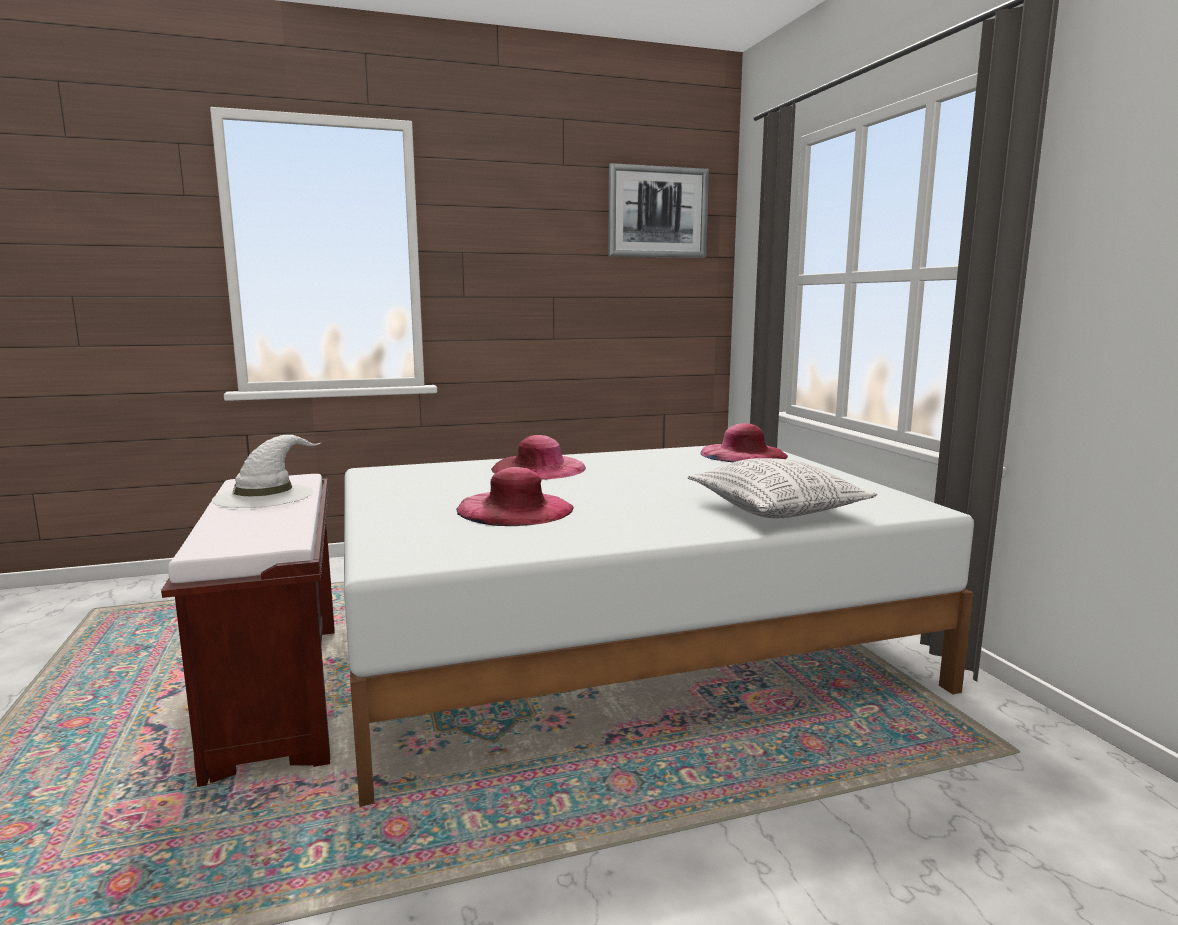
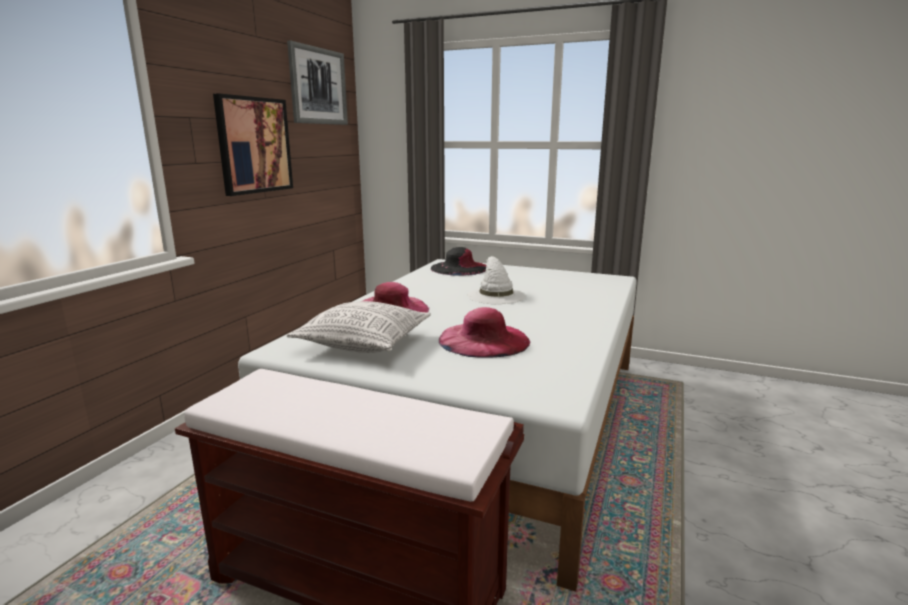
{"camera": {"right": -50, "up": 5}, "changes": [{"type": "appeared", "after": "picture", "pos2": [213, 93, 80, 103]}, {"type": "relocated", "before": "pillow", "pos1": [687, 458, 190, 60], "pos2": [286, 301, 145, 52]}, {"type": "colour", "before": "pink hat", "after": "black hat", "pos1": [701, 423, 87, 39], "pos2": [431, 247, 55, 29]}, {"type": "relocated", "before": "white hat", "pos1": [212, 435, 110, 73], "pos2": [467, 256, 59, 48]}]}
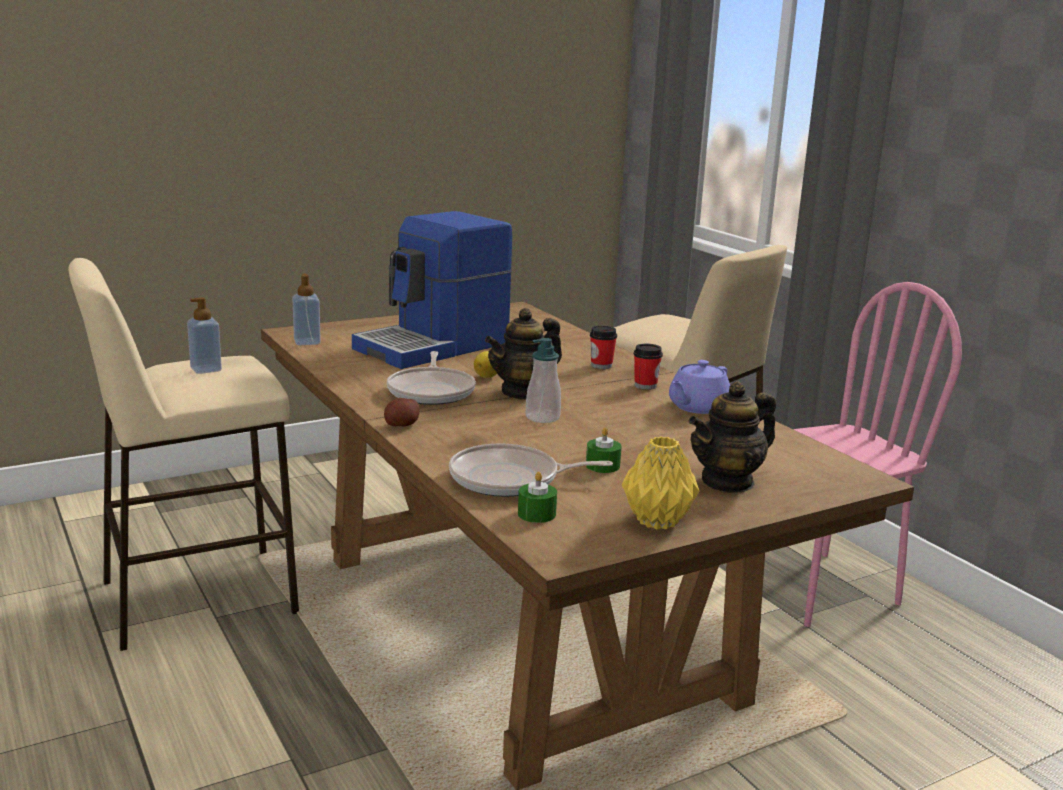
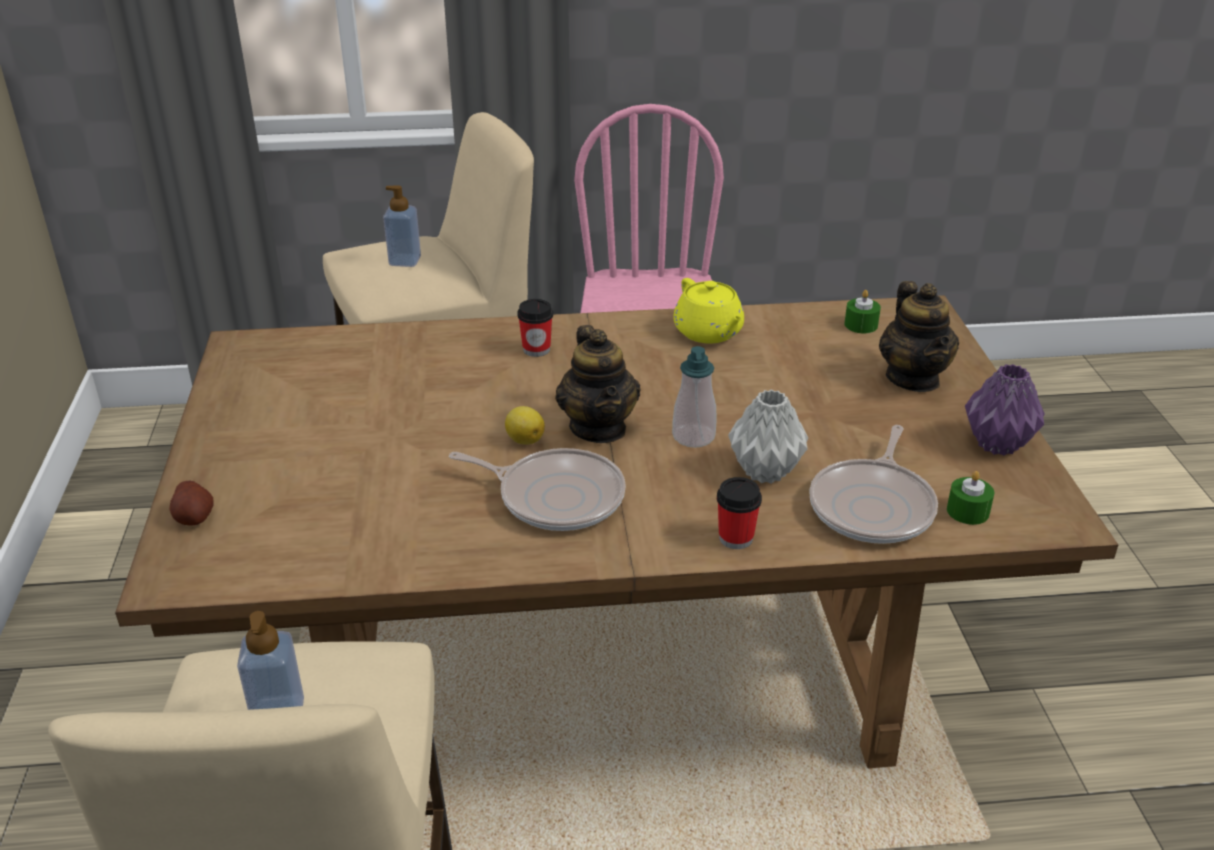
{"camera": {"right": -65, "up": 15}, "changes": [{"type": "relocated", "before": "potato", "pos1": [384, 398, 36, 29], "pos2": [170, 481, 44, 45]}, {"type": "relocated", "before": "soap dispenser", "pos1": [292, 273, 29, 72], "pos2": [383, 185, 38, 82]}, {"type": "colour", "before": "purple teapot", "after": "yellow teapot", "pos1": [669, 360, 61, 54], "pos2": [673, 278, 71, 66]}, {"type": "relocated", "before": "cup", "pos1": [634, 344, 29, 46], "pos2": [717, 477, 45, 72]}, {"type": "appeared", "after": "grey vase", "pos2": [728, 389, 80, 95]}, {"type": "relocated", "before": "green candle", "pos1": [586, 427, 36, 46], "pos2": [844, 290, 37, 43]}, {"type": "colour", "before": "yellow vase", "after": "purple vase", "pos1": [622, 436, 77, 94], "pos2": [965, 364, 80, 92]}, {"type": "missing", "before": "coffee machine", "pos1": [352, 211, 160, 158]}]}
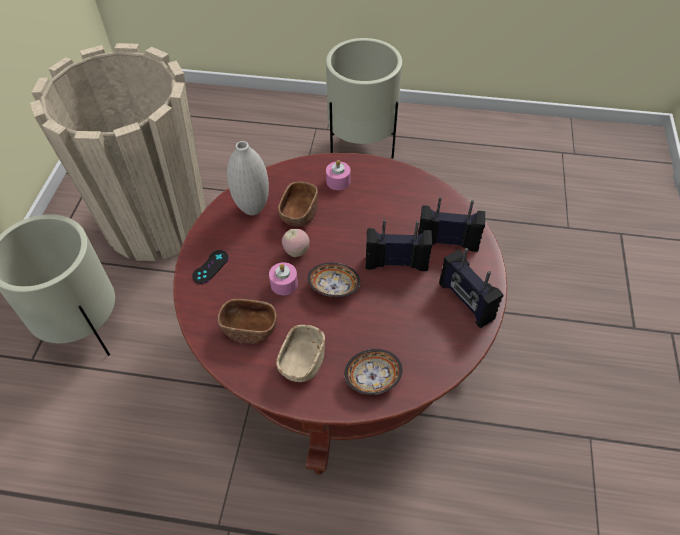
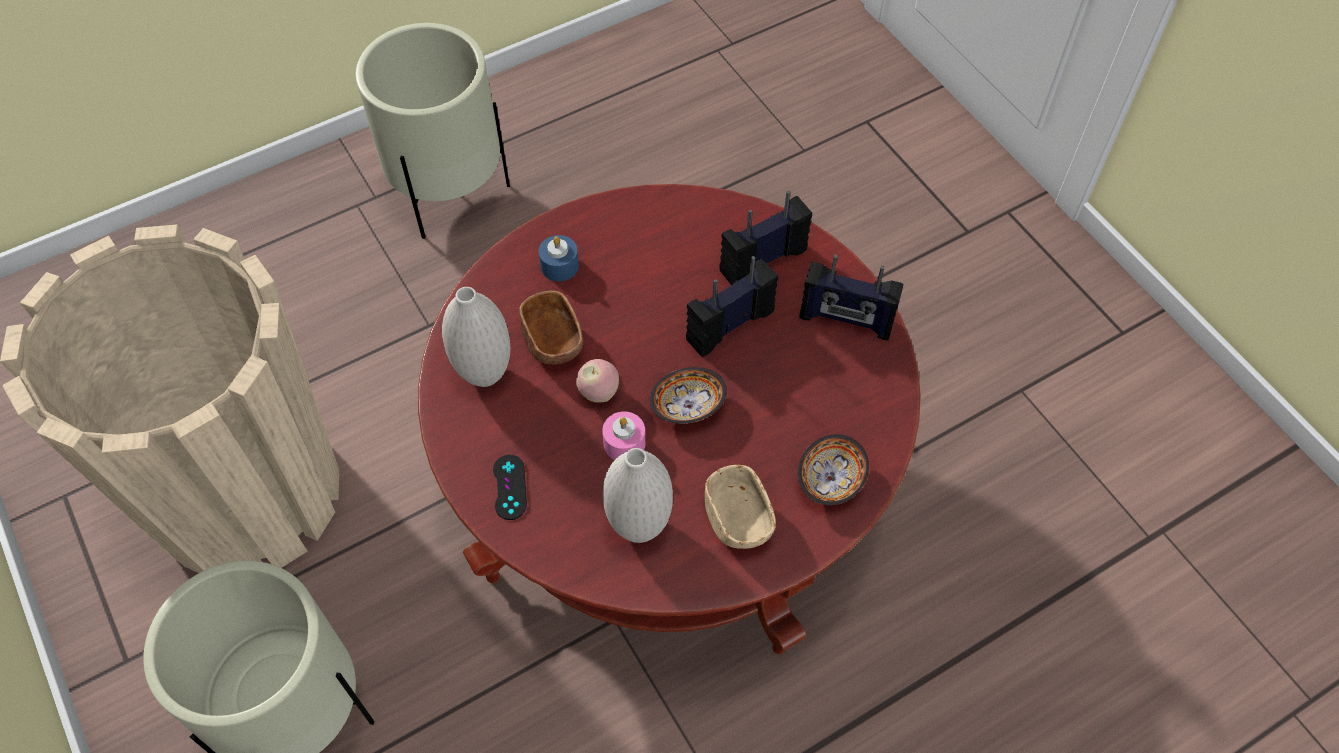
{"camera": {"right": -40, "up": 5}, "changes": [{"type": "colour", "before": "pink candle", "after": "blue candle", "pos1": [326, 160, 25, 30], "pos2": [538, 235, 41, 47]}, {"type": "exchanged", "before": "brown bowl", "after": "white vase", "pos1": [218, 299, 59, 45], "pos2": [603, 448, 70, 95]}]}
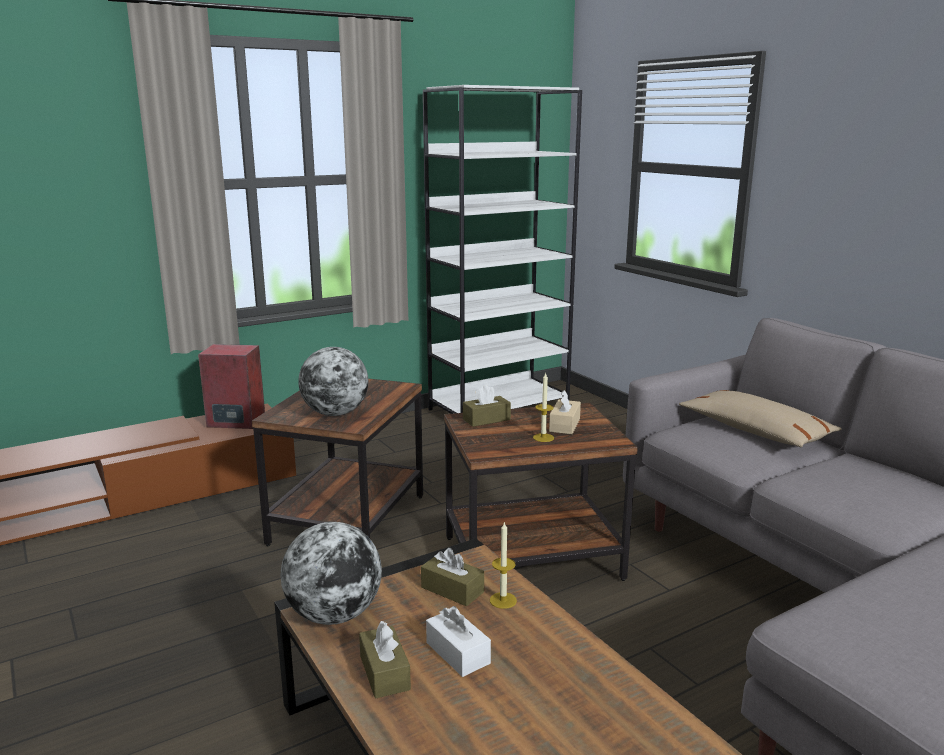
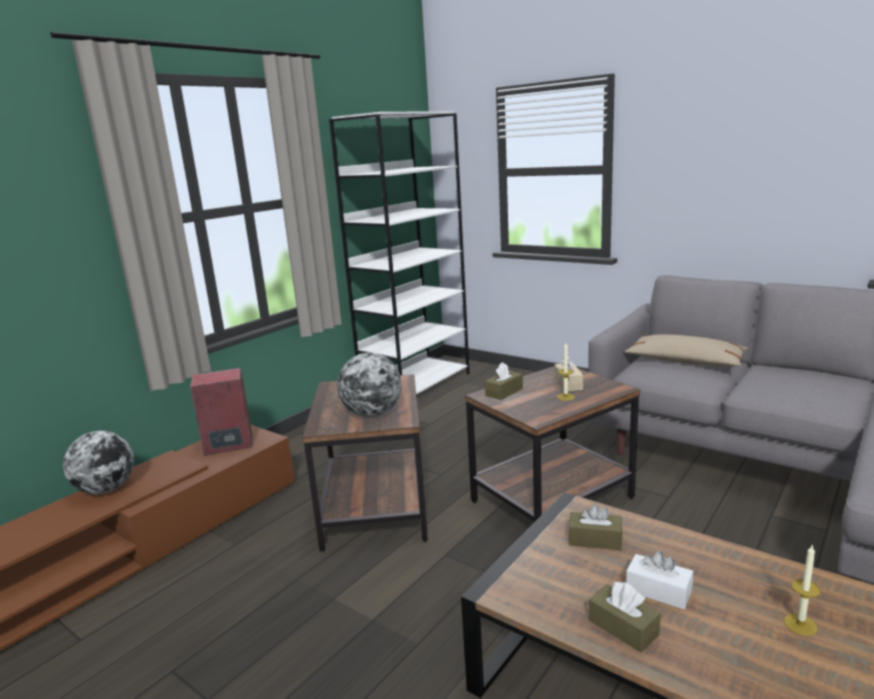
{"camera": {"right": -20, "up": 0}, "changes": [{"type": "relocated", "before": "globe", "pos1": [281, 522, 101, 103], "pos2": [63, 431, 71, 63]}, {"type": "relocated", "before": "candle", "pos1": [490, 522, 27, 87], "pos2": [784, 544, 37, 92]}]}
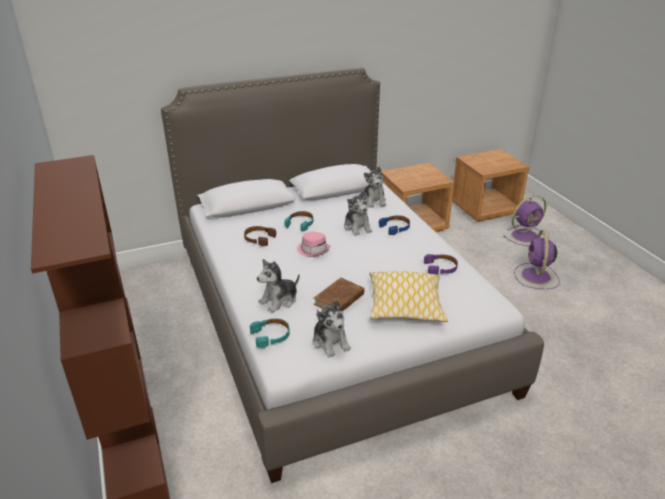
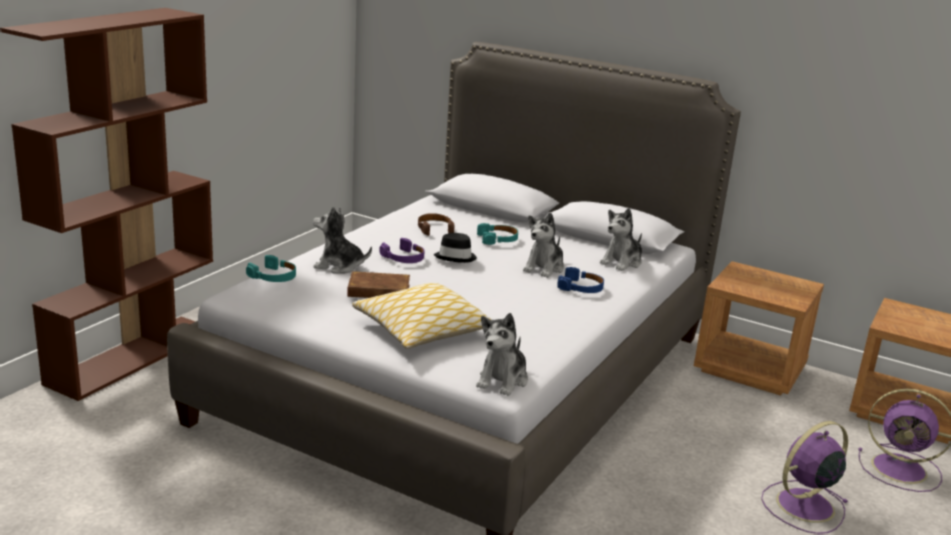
{"camera": {"right": 50, "up": -10}, "changes": [{"type": "relocated", "before": "purple headphones", "pos1": [424, 254, 34, 21], "pos2": [379, 238, 46, 25]}, {"type": "colour", "before": "pink hat", "after": "black hat", "pos1": [297, 232, 33, 25], "pos2": [434, 233, 43, 30]}, {"type": "relocated", "before": "plush toy", "pos1": [313, 300, 38, 58], "pos2": [476, 313, 52, 83]}]}
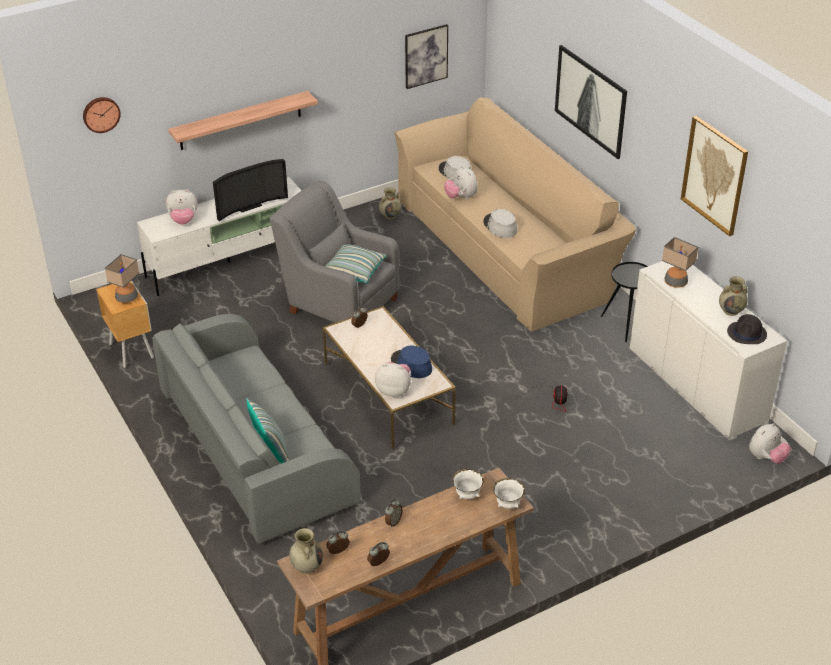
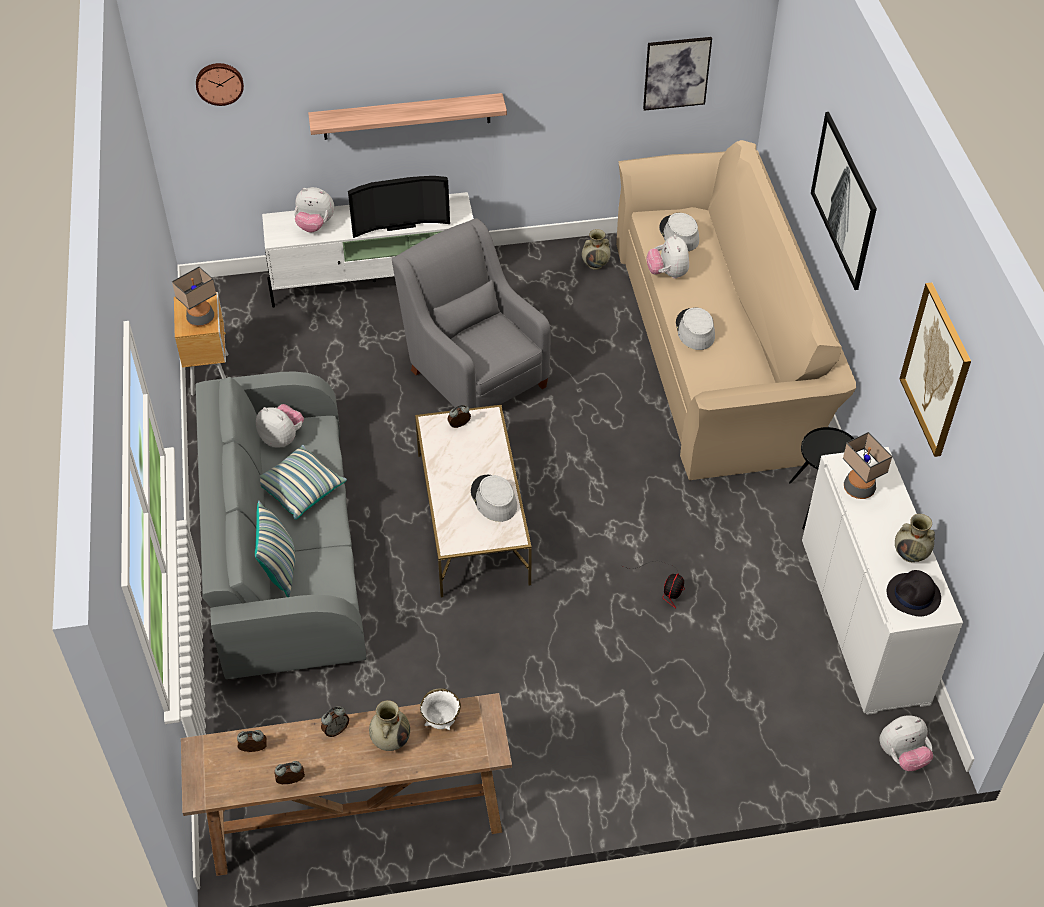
{"camera": {"right": 20, "up": 10}, "changes": [{"type": "relocated", "before": "plush toy", "pos1": [375, 362, 36, 35], "pos2": [256, 404, 48, 43]}, {"type": "relocated", "before": "pillow", "pos1": [325, 245, 62, 39], "pos2": [260, 445, 87, 75]}, {"type": "relocated", "before": "beige vase", "pos1": [289, 528, 34, 46], "pos2": [369, 700, 41, 51]}, {"type": "colour", "before": "blue hat", "after": "grey hat", "pos1": [391, 346, 41, 32], "pos2": [471, 475, 46, 47]}, {"type": "missing", "before": "white bowl", "pos1": [493, 478, 32, 31]}]}
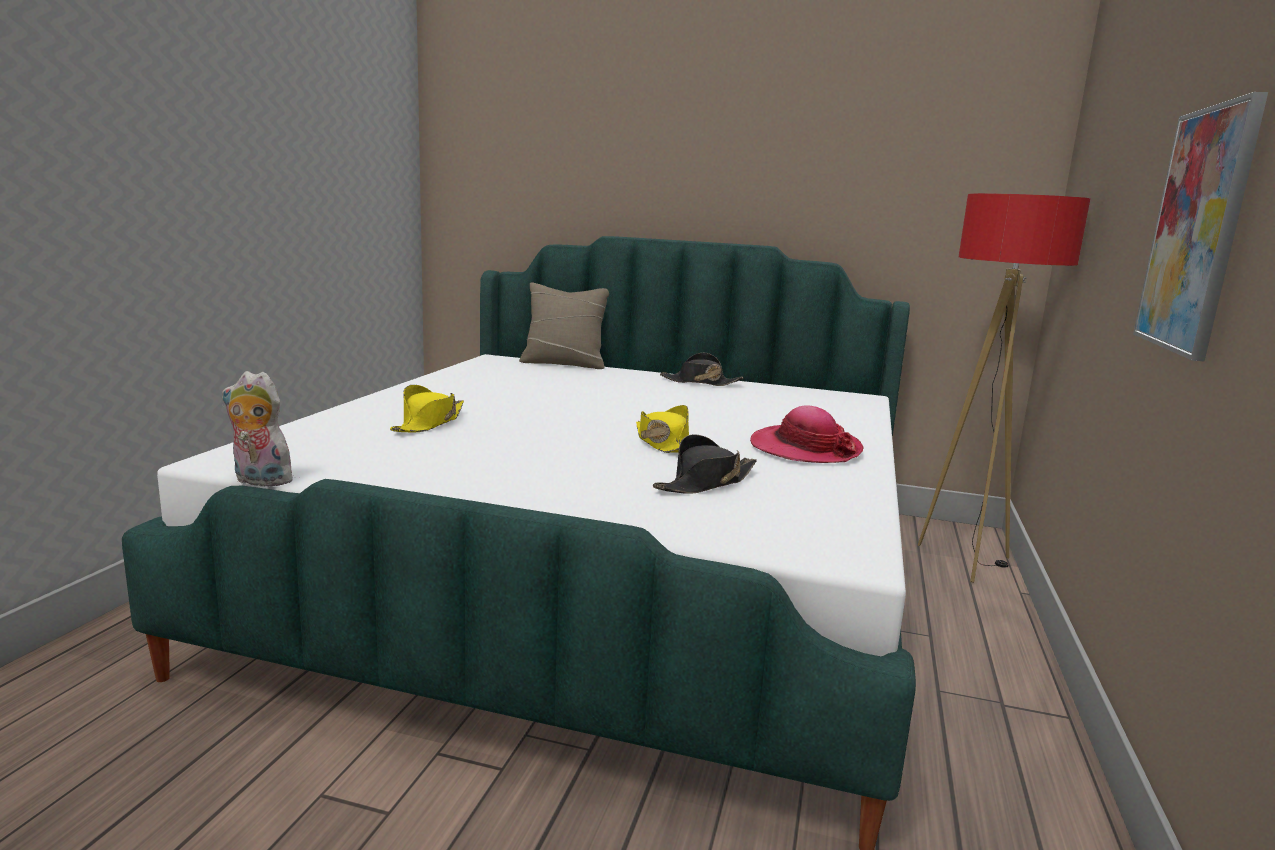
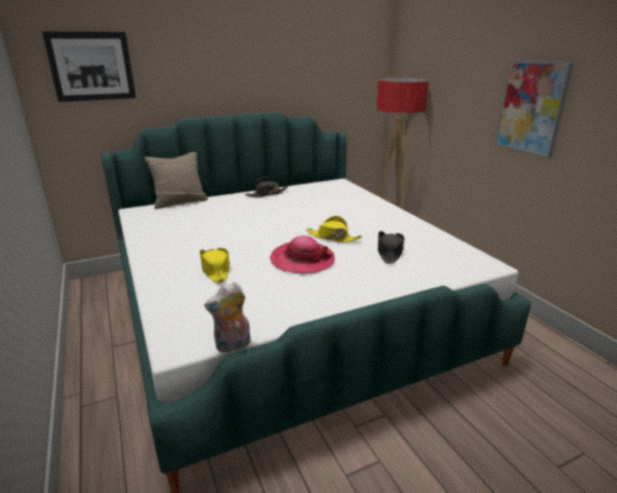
{"camera": {"right": -40, "up": 10}, "changes": [{"type": "appeared", "after": "picture", "pos2": [42, 31, 94, 71]}, {"type": "relocated", "before": "hat", "pos1": [750, 405, 114, 58], "pos2": [270, 236, 65, 38]}]}
